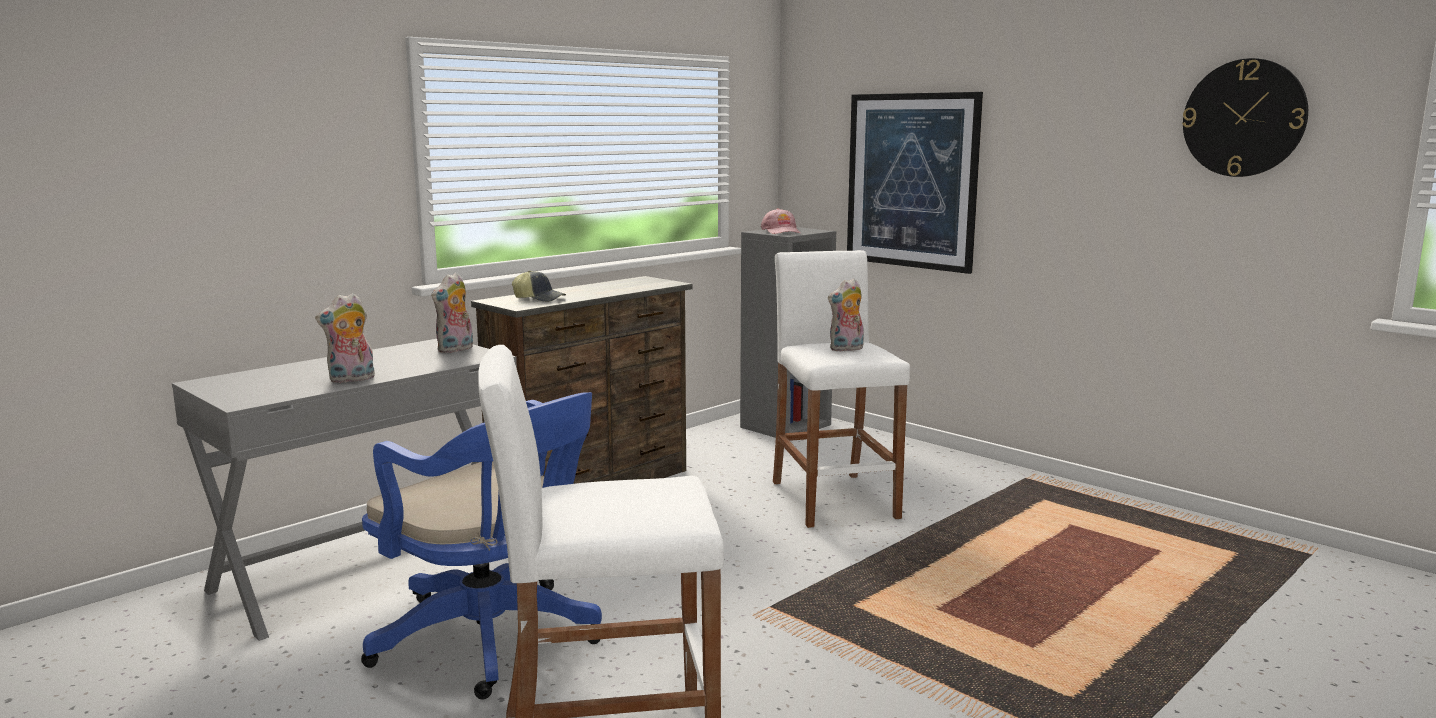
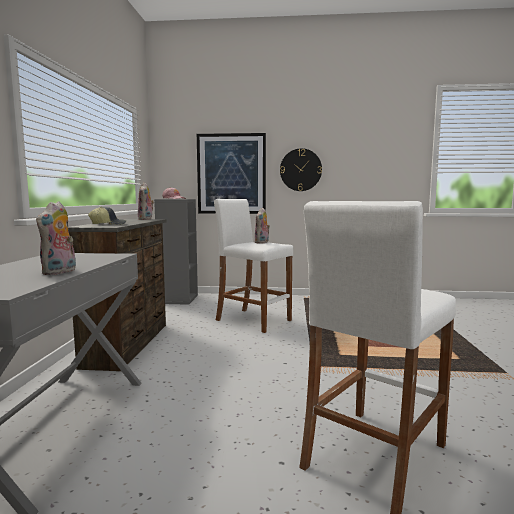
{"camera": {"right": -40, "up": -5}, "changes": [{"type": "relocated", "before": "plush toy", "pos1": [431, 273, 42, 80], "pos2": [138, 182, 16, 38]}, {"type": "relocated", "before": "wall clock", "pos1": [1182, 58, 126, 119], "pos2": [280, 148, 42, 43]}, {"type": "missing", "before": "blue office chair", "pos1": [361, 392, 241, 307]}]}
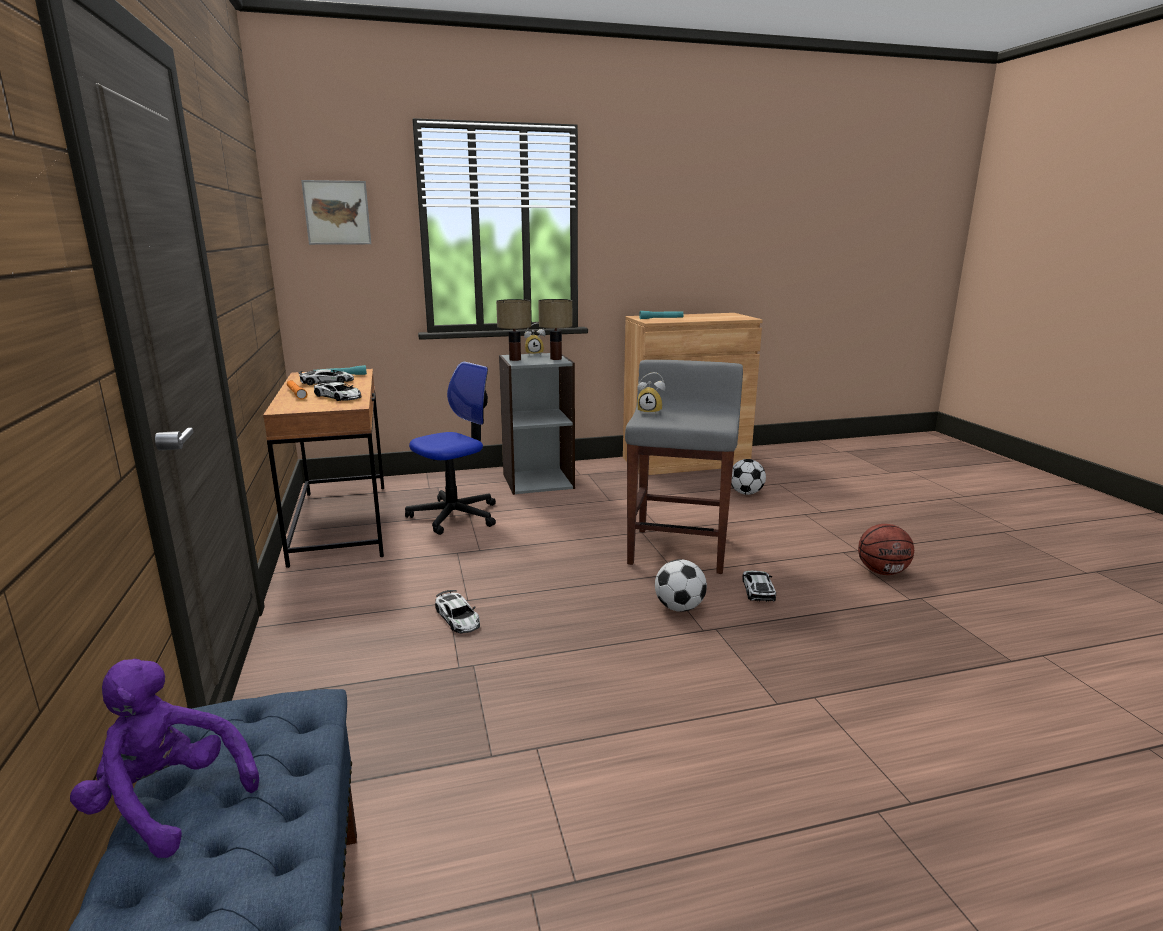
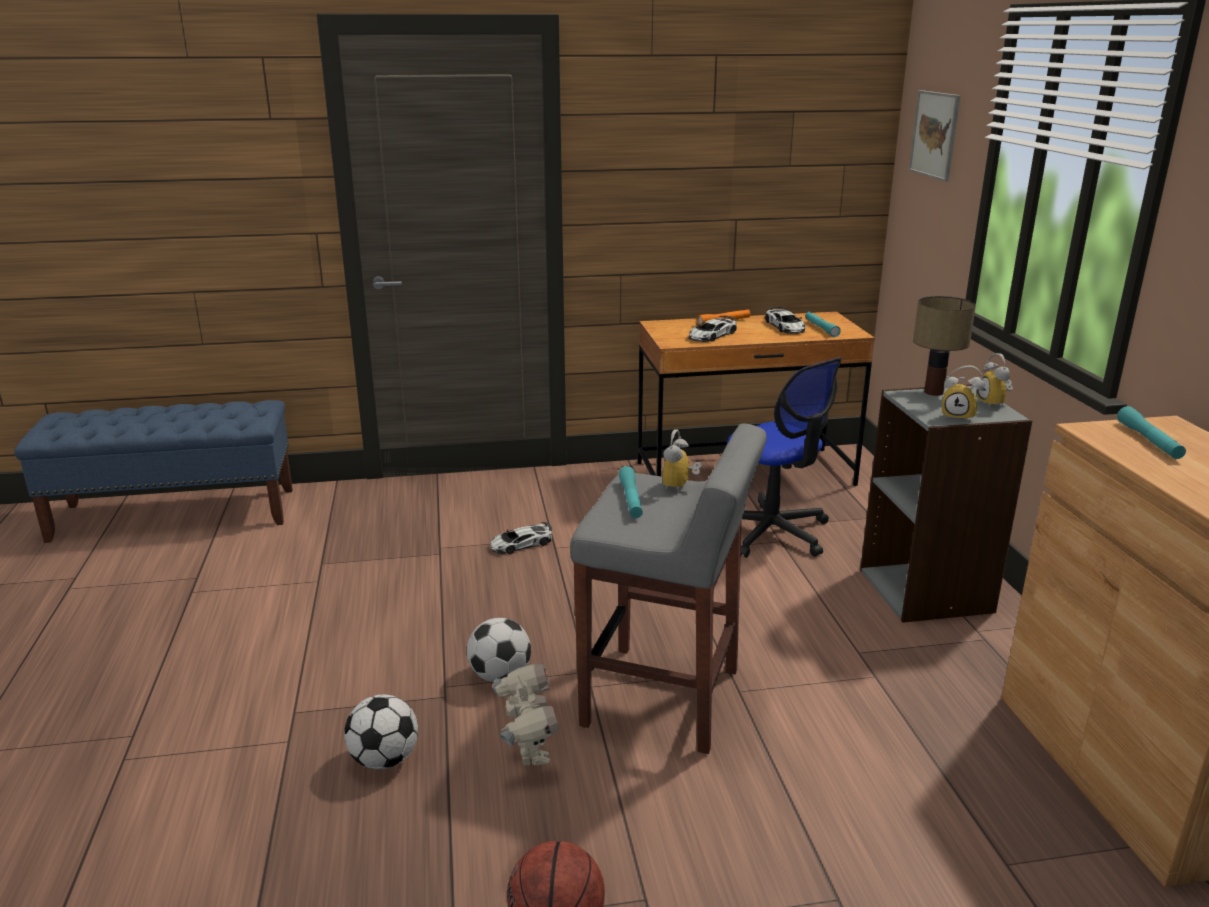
{"camera": {"right": 95, "up": 5}, "changes": [{"type": "relocated", "before": "football", "pos1": [731, 459, 35, 36], "pos2": [344, 694, 74, 75]}, {"type": "exchanged", "before": "toy car", "after": "toy robot", "pos1": [742, 570, 34, 32], "pos2": [493, 664, 67, 102]}, {"type": "appeared", "after": "turquoise flashlight", "pos2": [619, 466, 24, 52]}, {"type": "exchanged", "before": "table lamp", "after": "alarm clock", "pos1": [538, 299, 34, 61], "pos2": [942, 366, 43, 56]}, {"type": "missing", "before": "purple plush toy", "pos1": [70, 659, 189, 199]}]}
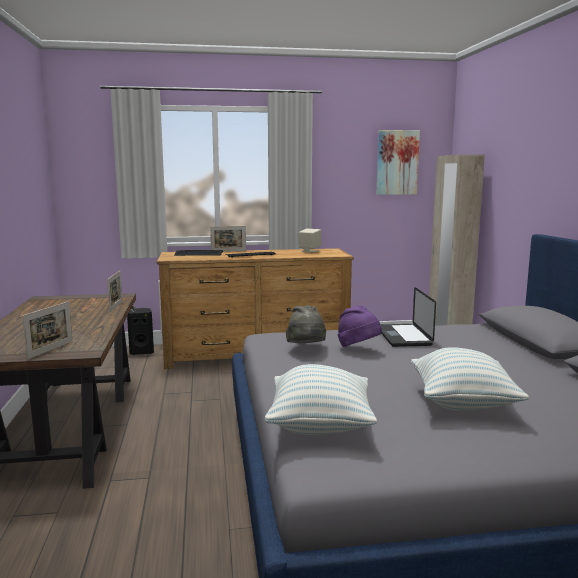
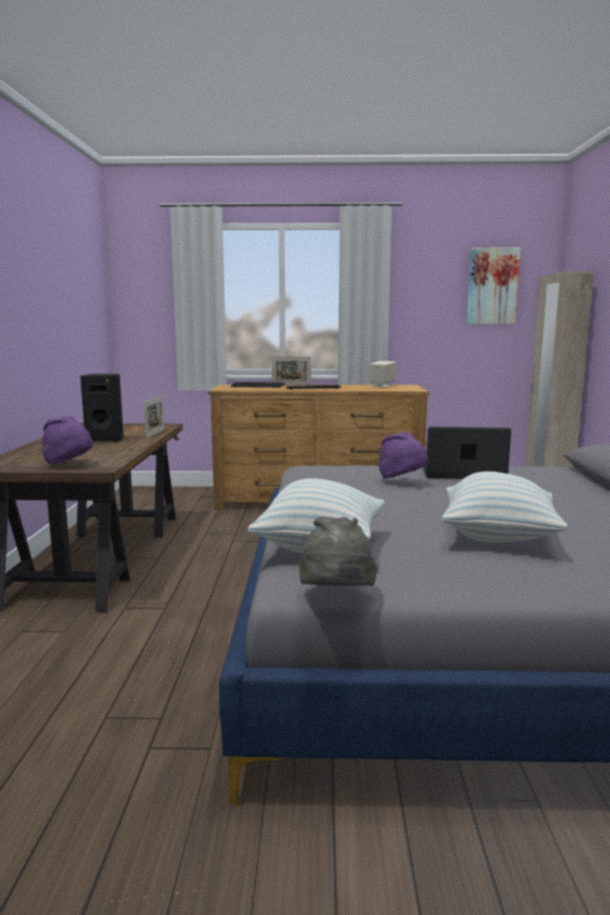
{"camera": {"right": 10, "up": 0}, "changes": [{"type": "exchanged", "before": "picture frame", "after": "purple hat", "pos1": [22, 301, 50, 58], "pos2": [42, 416, 51, 48]}, {"type": "relocated", "before": "black speaker", "pos1": [127, 308, 27, 47], "pos2": [80, 374, 44, 68]}, {"type": "relocated", "before": "grey hat", "pos1": [286, 306, 40, 37], "pos2": [299, 516, 78, 70]}, {"type": "spun", "before": "laptop", "pos1": [380, 287, 56, 60], "pos2": [423, 427, 88, 52], "turn": 90}]}
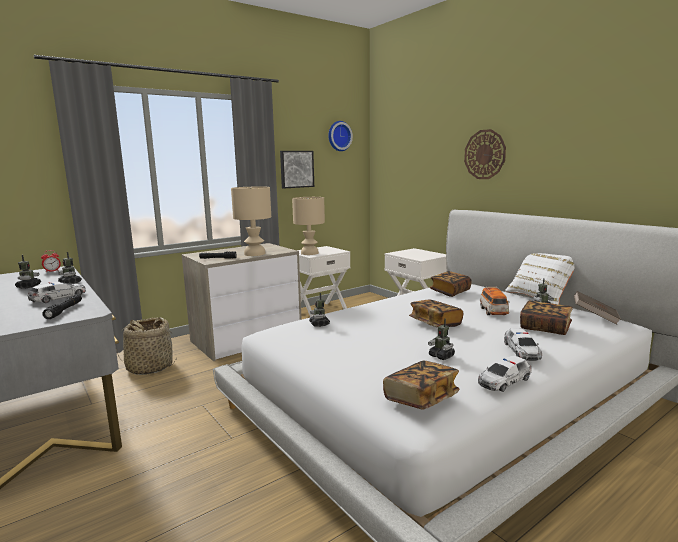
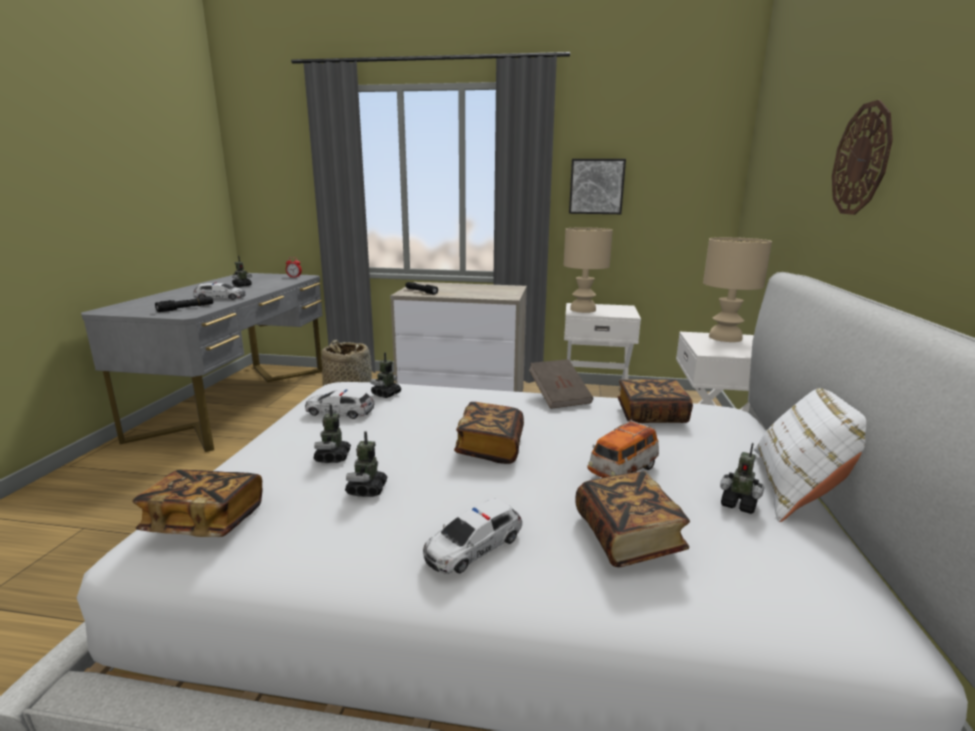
{"camera": {"right": 45, "up": 5}, "changes": [{"type": "relocated", "before": "toy car", "pos1": [478, 356, 54, 36], "pos2": [305, 389, 69, 30]}, {"type": "relocated", "before": "toy robot", "pos1": [58, 252, 24, 32], "pos2": [313, 404, 38, 59]}, {"type": "relocated", "before": "brown book", "pos1": [574, 291, 47, 33], "pos2": [529, 359, 64, 50]}, {"type": "relocated", "before": "beige table lamp", "pos1": [231, 186, 40, 70], "pos2": [703, 237, 69, 105]}, {"type": "missing", "before": "wall clock", "pos1": [328, 121, 25, 30]}]}
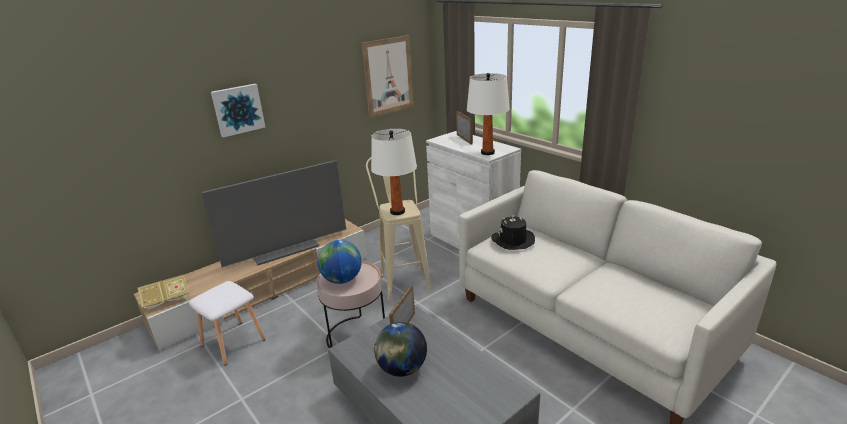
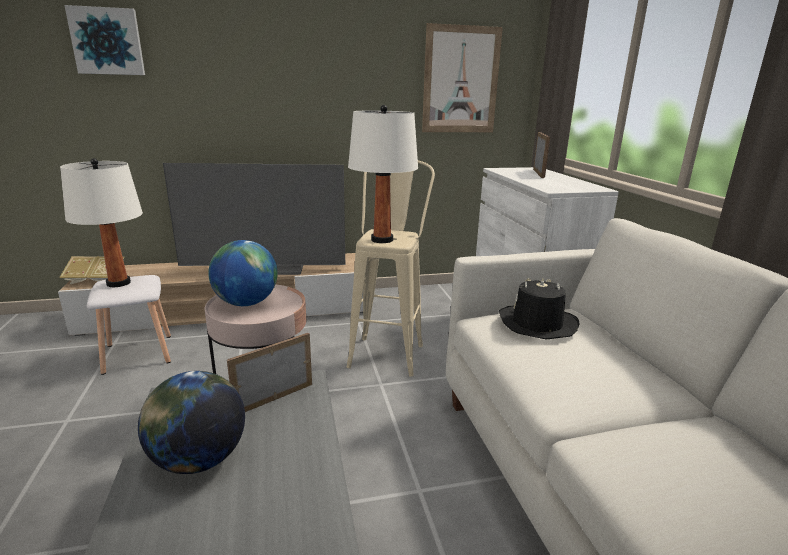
{"camera": {"right": 25, "up": -5}, "changes": [{"type": "relocated", "before": "white table lamp", "pos1": [467, 73, 43, 82], "pos2": [60, 158, 83, 129]}, {"type": "relocated", "before": "picture", "pos1": [211, 84, 54, 54], "pos2": [64, 5, 81, 70]}]}
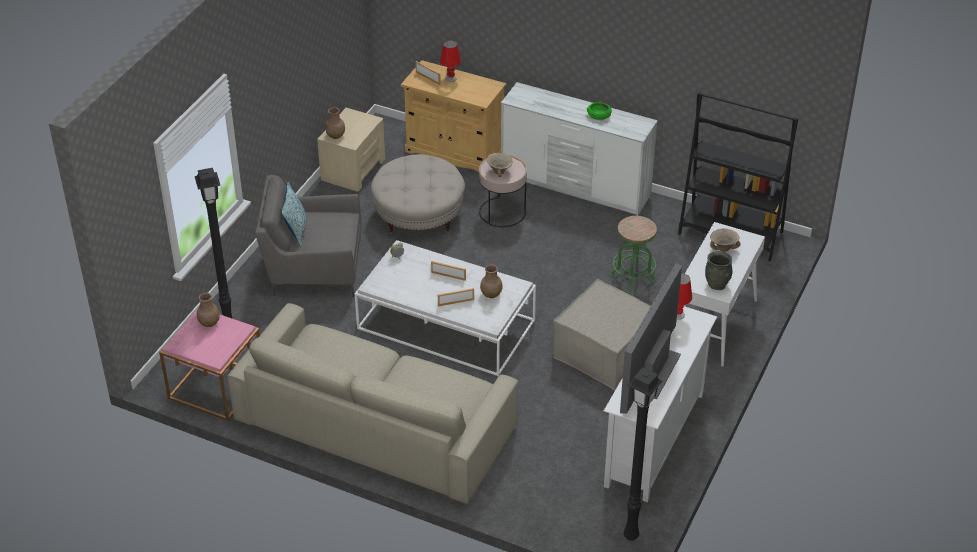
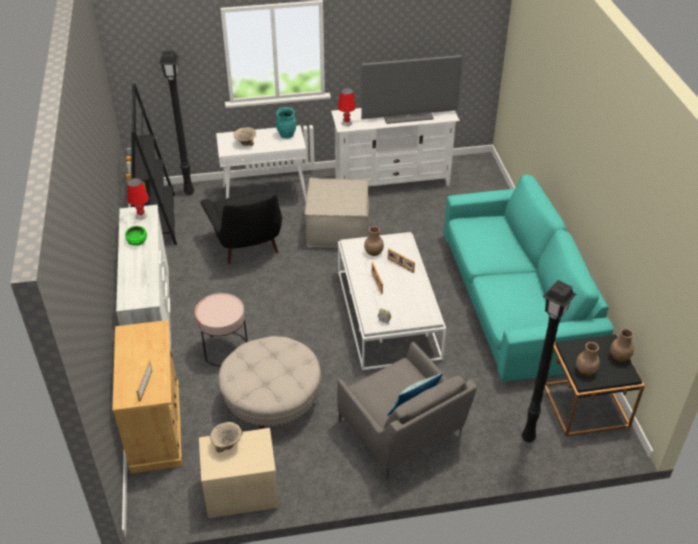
{"camera": {"right": -125, "up": 0}, "changes": [{"type": "relocated", "before": "red table lamp", "pos1": [440, 40, 21, 42], "pos2": [127, 178, 22, 42]}, {"type": "relocated", "before": "black floor lamp", "pos1": [624, 367, 39, 174], "pos2": [159, 51, 35, 144]}, {"type": "exchanged", "before": "green stool", "after": "black armchair", "pos1": [610, 216, 47, 78], "pos2": [200, 186, 83, 78]}, {"type": "relocated", "before": "beige bowl", "pos1": [487, 153, 26, 24], "pos2": [210, 422, 33, 31]}, {"type": "colour", "before": "grey vase", "after": "turquoise vase", "pos1": [705, 251, 28, 39], "pos2": [276, 107, 20, 32]}, {"type": "colour", "before": "beige sofa", "after": "turquoise sofa", "pos1": [228, 303, 290, 201], "pos2": [444, 174, 170, 208]}, {"type": "colour", "before": "pink side table", "after": "black side table", "pos1": [159, 310, 101, 110], "pos2": [544, 334, 101, 102]}, {"type": "relocated", "before": "brown vase", "pos1": [325, 107, 20, 32], "pos2": [610, 329, 24, 33]}]}
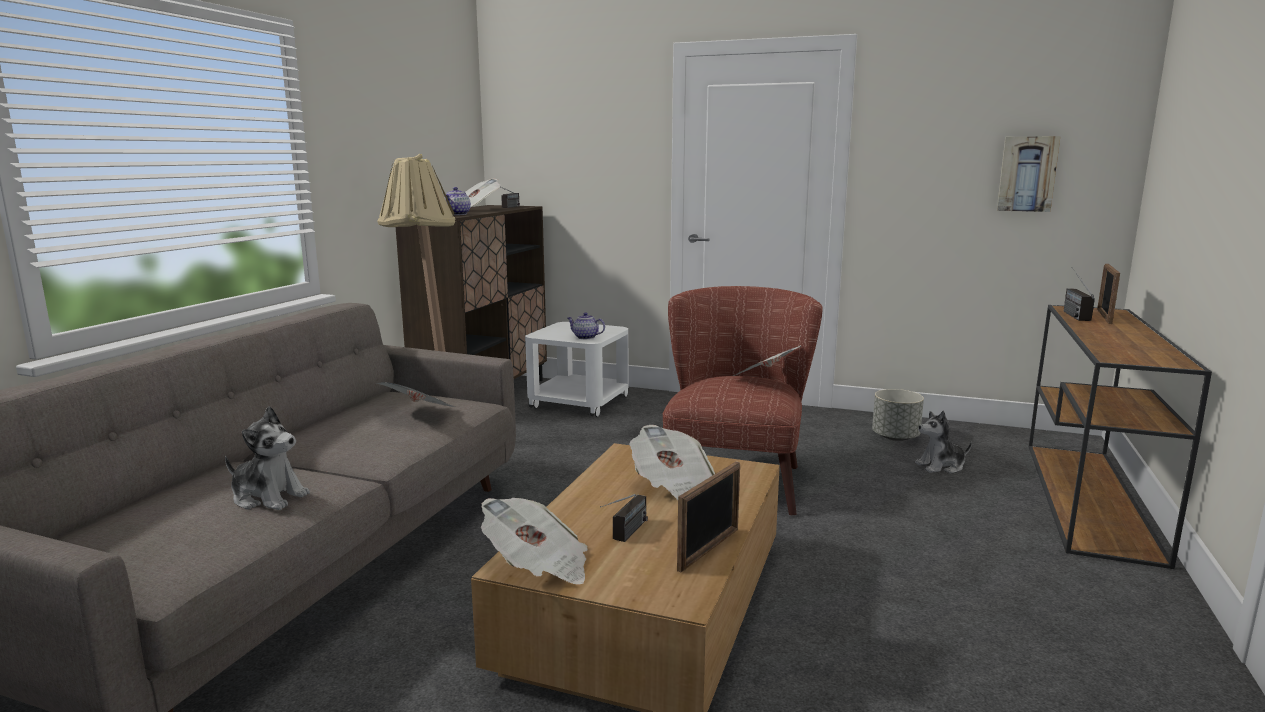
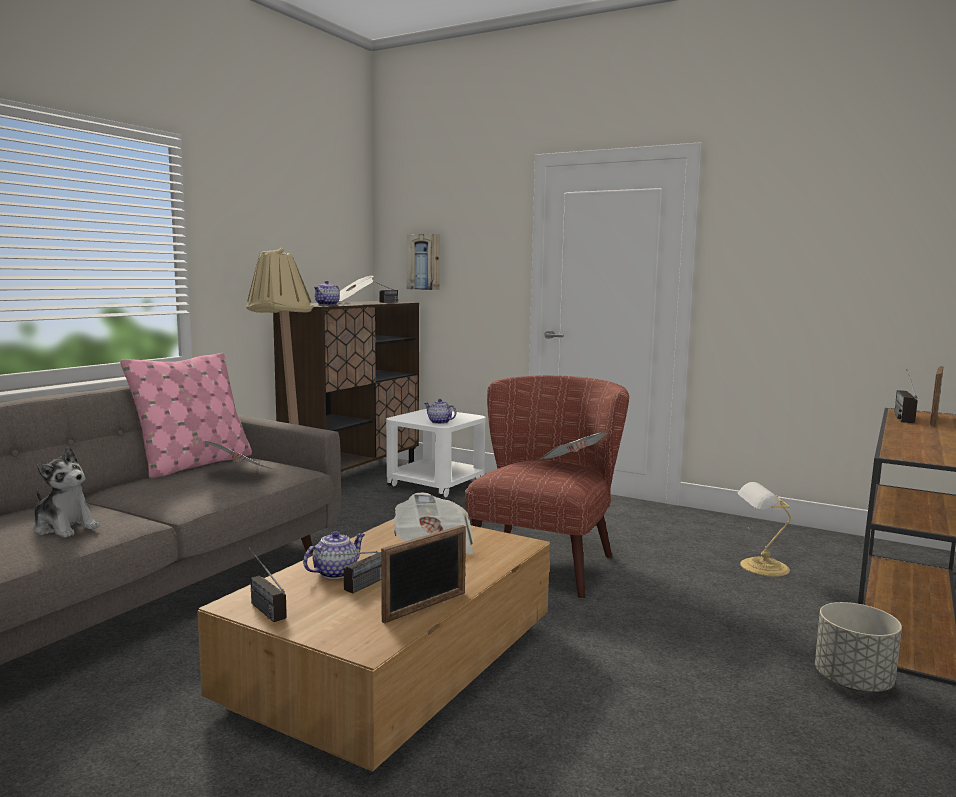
{"camera": {"right": 10, "up": -5}, "changes": [{"type": "appeared", "after": "pink pillow", "pos2": [120, 353, 132, 125]}, {"type": "exchanged", "before": "newspaper", "after": "radio", "pos1": [481, 498, 107, 87], "pos2": [248, 547, 39, 75]}, {"type": "appeared", "after": "teapot", "pos2": [303, 531, 62, 48]}, {"type": "relocated", "before": "picture", "pos1": [997, 136, 63, 76], "pos2": [407, 234, 33, 56]}, {"type": "exchanged", "before": "plush toy", "after": "table lamp", "pos1": [915, 411, 57, 63], "pos2": [738, 482, 53, 95]}, {"type": "relocated", "before": "grey planter", "pos1": [872, 389, 52, 52], "pos2": [815, 602, 87, 90]}]}
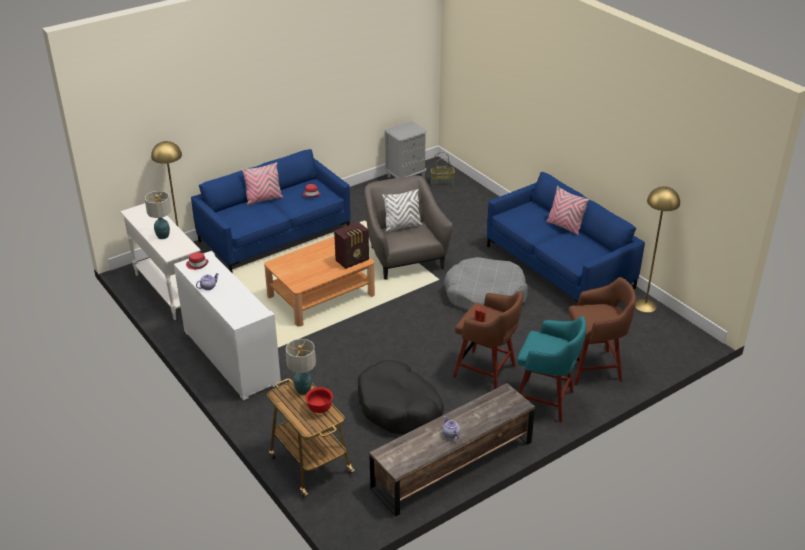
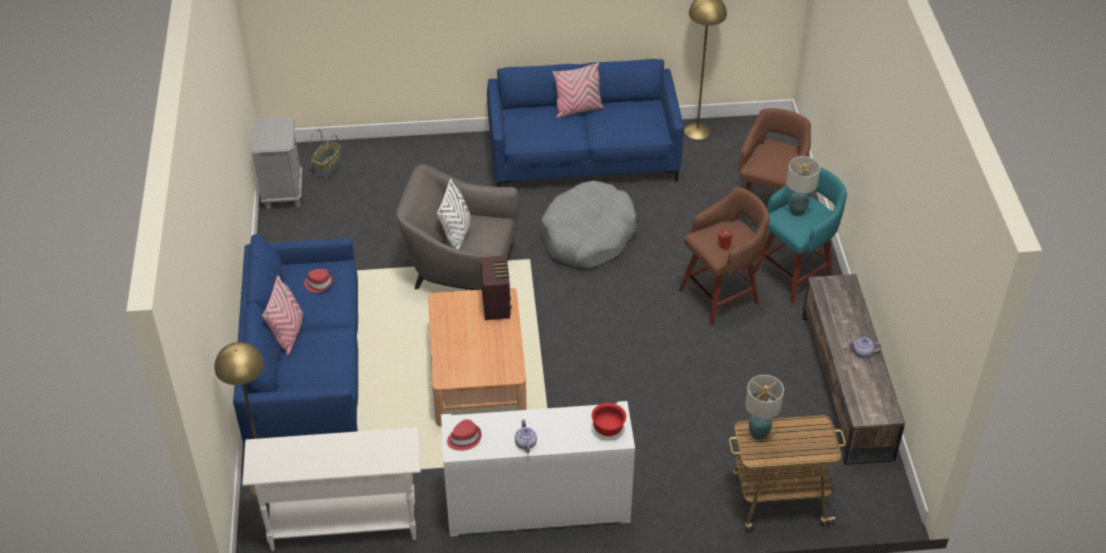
{"camera": {"right": -60, "up": 10}, "changes": [{"type": "relocated", "before": "red bowl", "pos1": [306, 387, 27, 26], "pos2": [592, 403, 34, 33]}, {"type": "relocated", "before": "table lamp", "pos1": [144, 191, 27, 48], "pos2": [786, 156, 34, 60]}, {"type": "missing", "before": "black dog bed", "pos1": [358, 360, 86, 74]}]}
